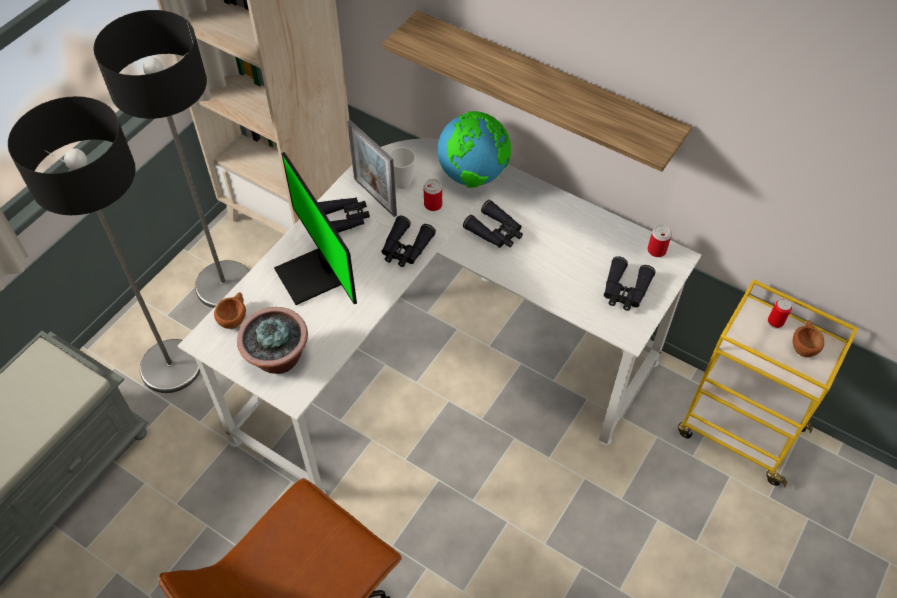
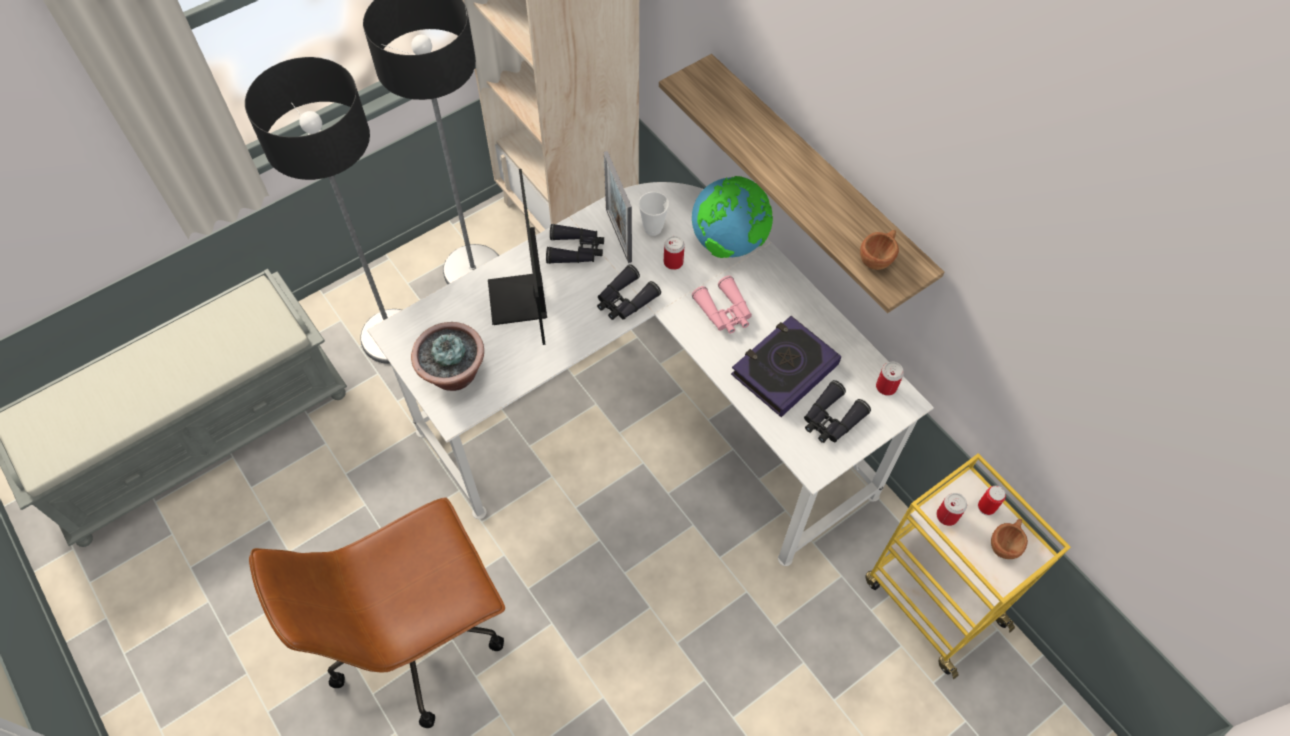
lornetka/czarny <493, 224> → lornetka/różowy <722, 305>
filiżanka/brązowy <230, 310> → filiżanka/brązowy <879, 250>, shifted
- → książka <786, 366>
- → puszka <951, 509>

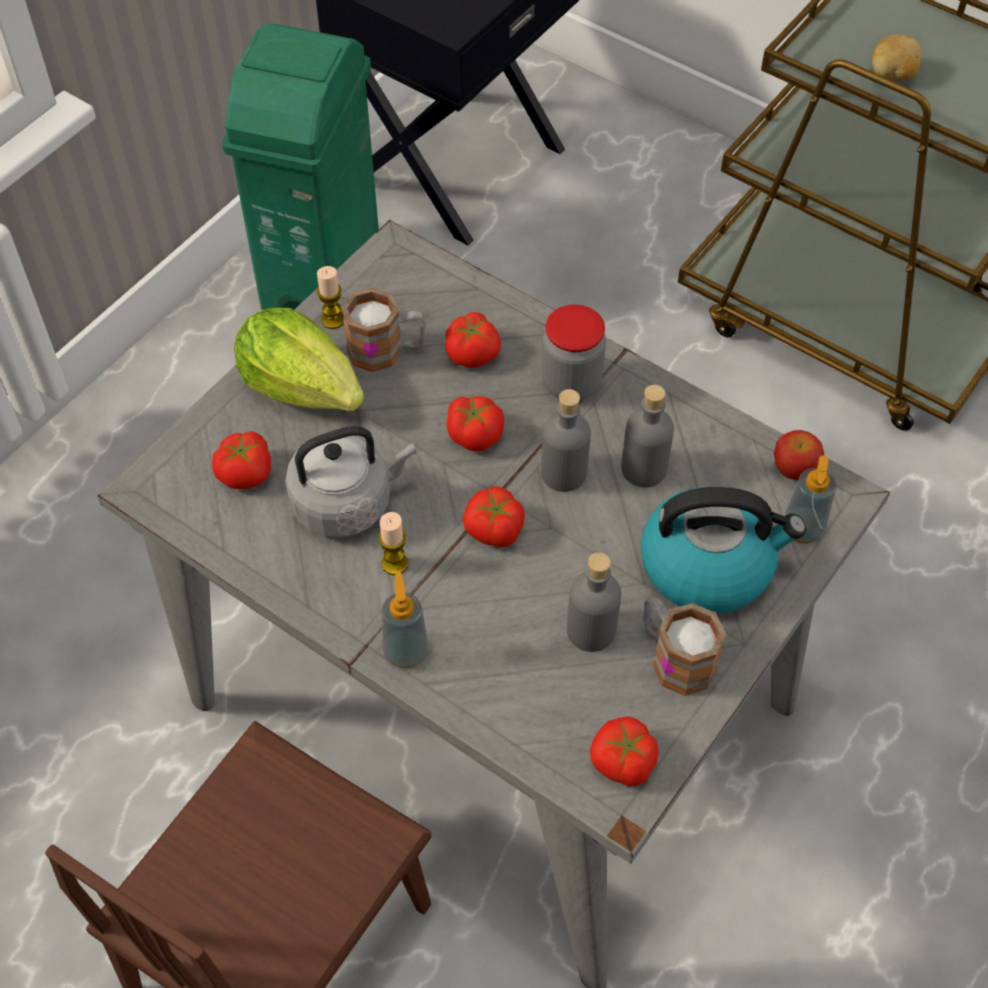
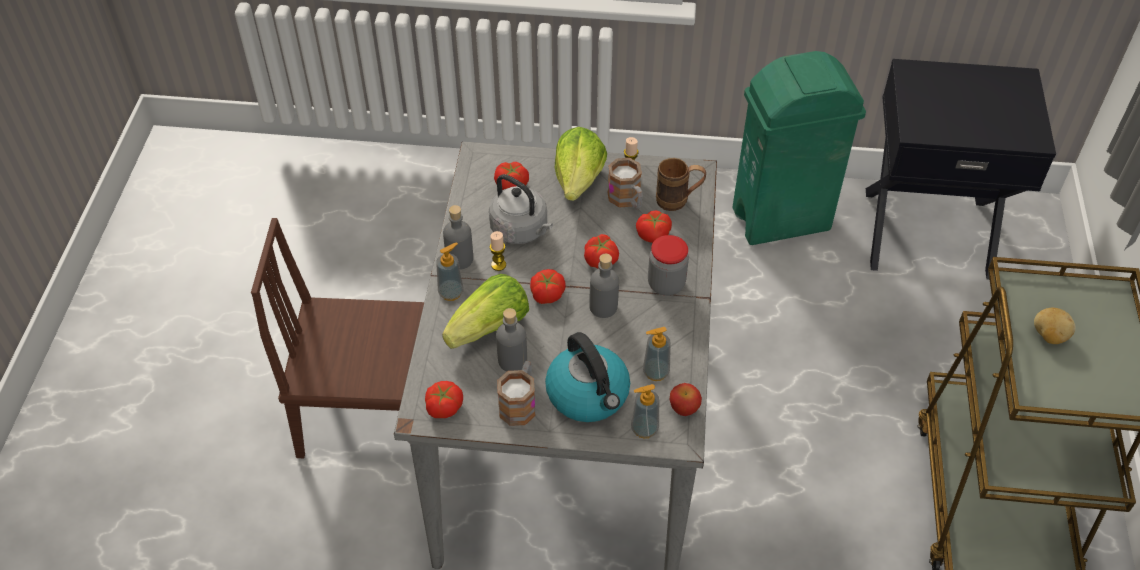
butelka/szary <647, 436> → butelka/szary <458, 237>, shifted
- → kubek/brązowy <681, 184>
- → sałata <485, 311>
- → dozownik mydła <657, 354>

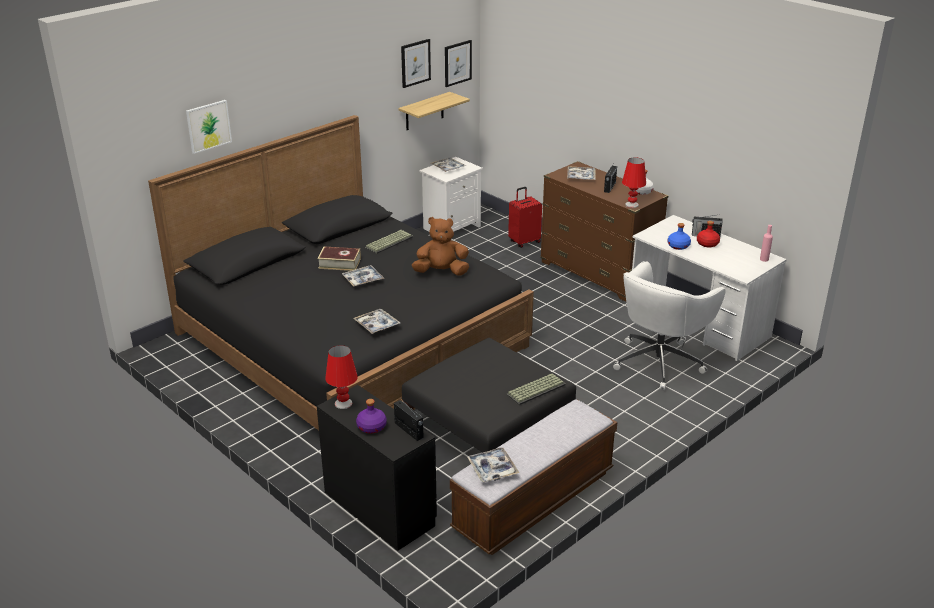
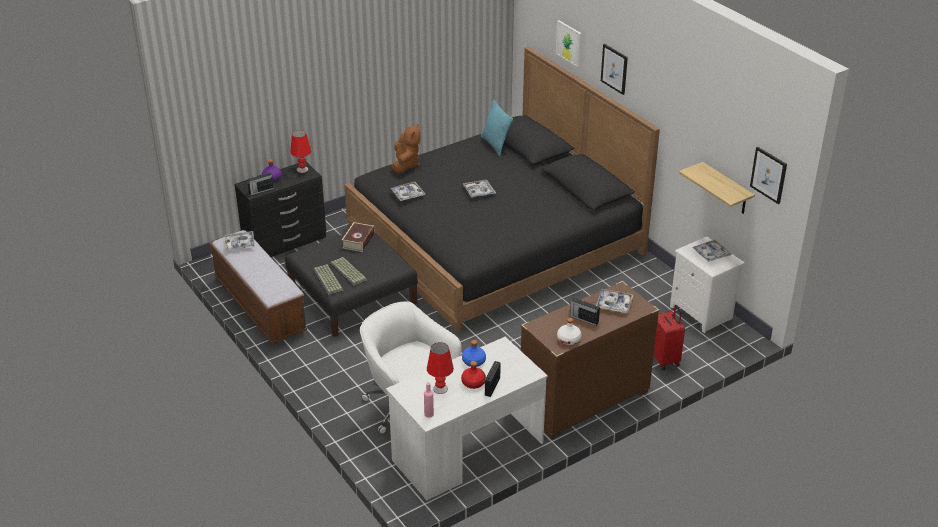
obraz <416, 63> → obraz <614, 69>, shifted
lampa stołowa/czerwony <634, 182> → lampa stołowa/czerwony <440, 368>, shifted
pluszak/brązowy <440, 246> → pluszak/brązowy <406, 148>, shifted
klawiatura <389, 242> → klawiatura <349, 272>, shifted
książka <339, 258> → książka <358, 237>, shifted
- → poduszka/turkusowy <497, 128>

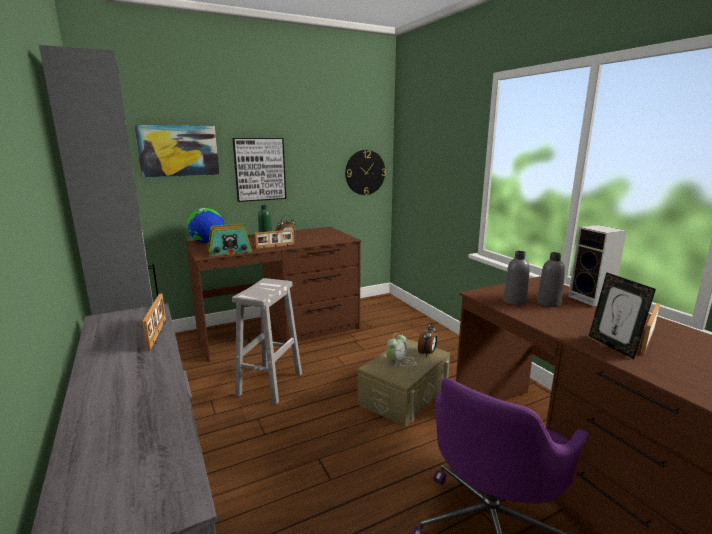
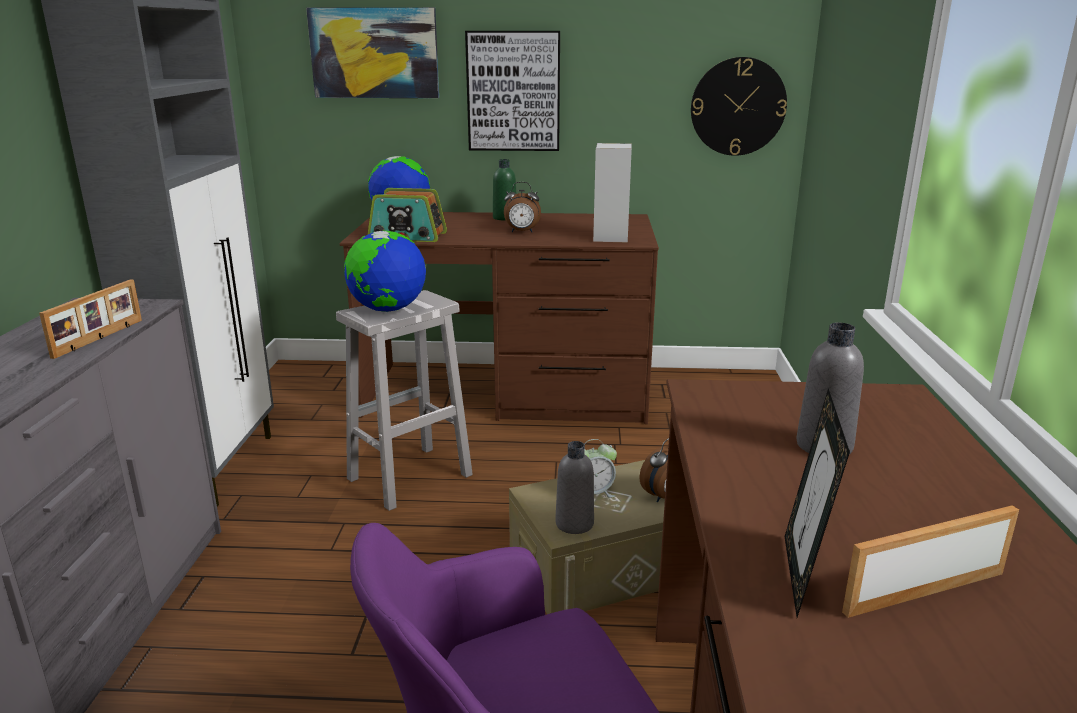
głośnik <597, 266> → głośnik <612, 192>, shifted
ramka na zdjęcie <275, 239> → -
butelka/szary <516, 278> → butelka/szary <574, 487>, shifted
- → globus <385, 271>

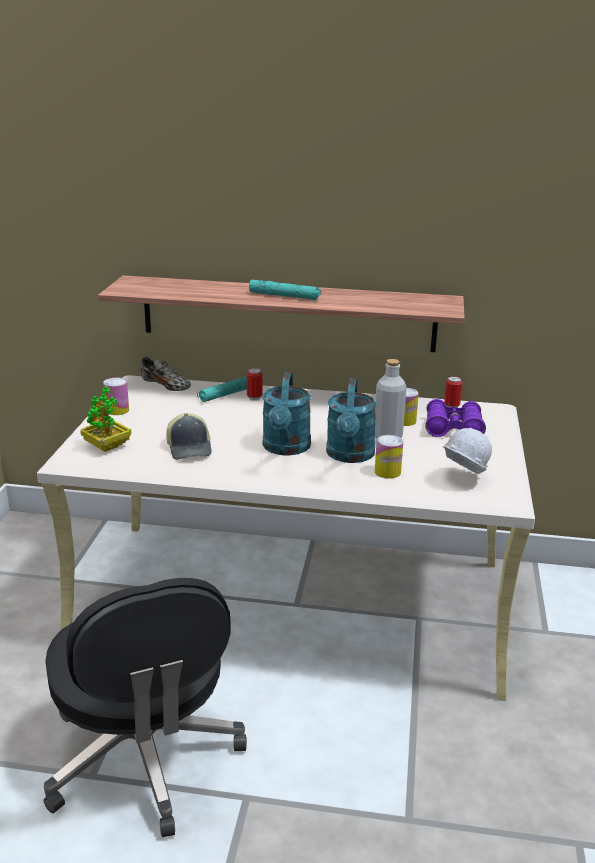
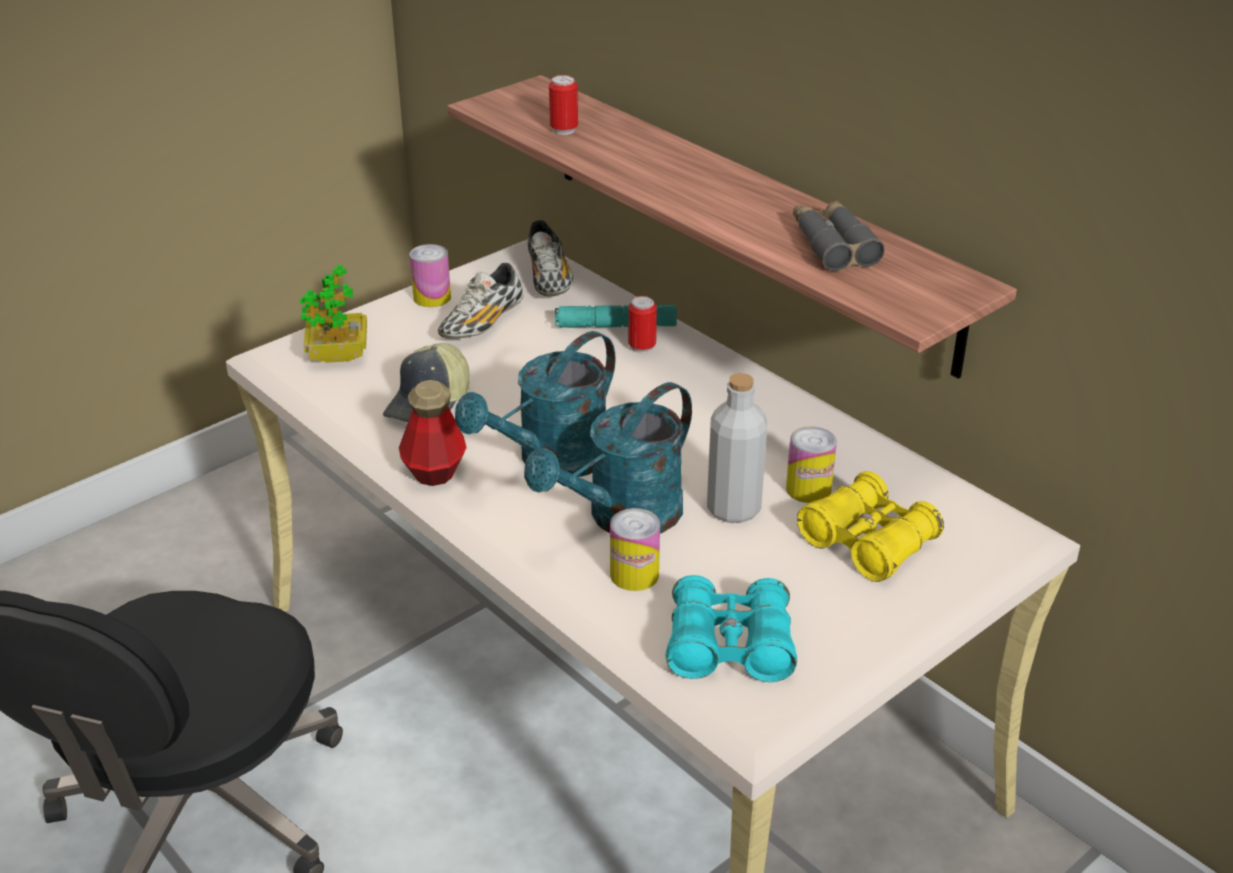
latarka/turkusowy <285, 290> → -
puszka <453, 392> → puszka <563, 105>, shifted
lornetka/fioletowy <455, 418> → lornetka/żółty <870, 526>
kask/biały <467, 451> → lornetka/turkusowy <731, 628>
- → lornetka/szary <839, 236>
- → but <480, 301>
- → butelka <433, 433>

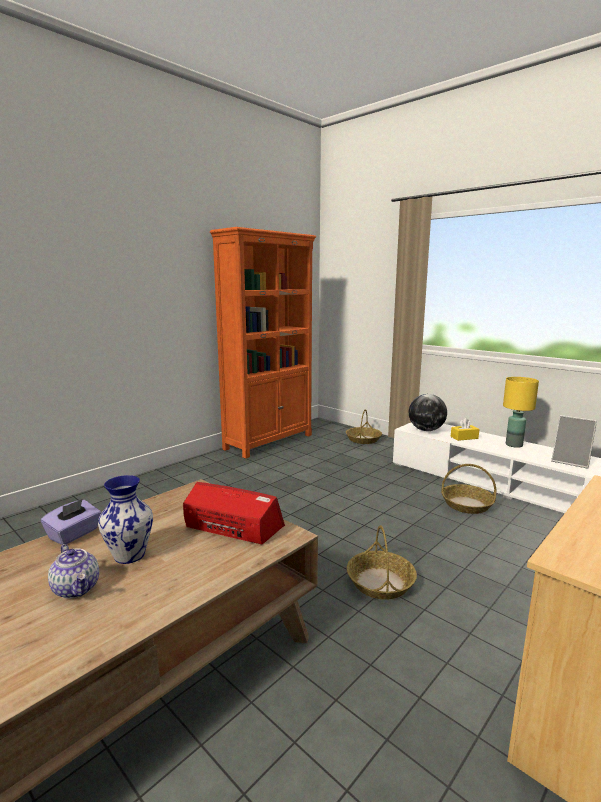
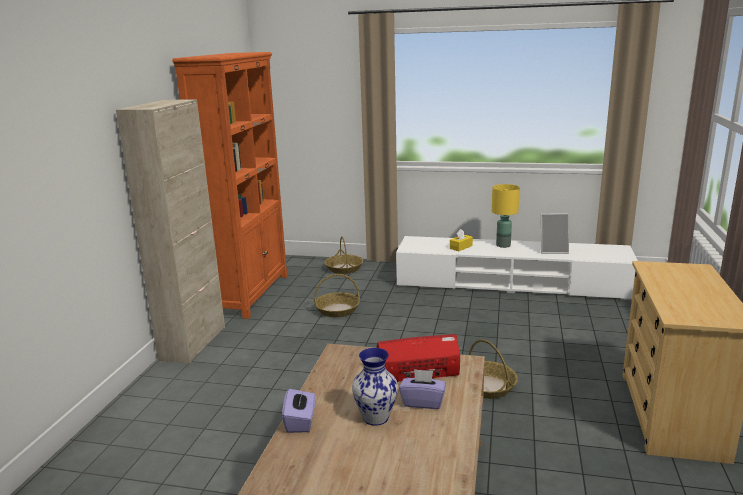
globus <428, 412> → -
koszyk <468, 489> → koszyk <337, 295>, shifted
imbryk <73, 571> → -
- → szafka/beżowy <170, 231>
- → pudełko chusteczek/fioletowy <422, 389>

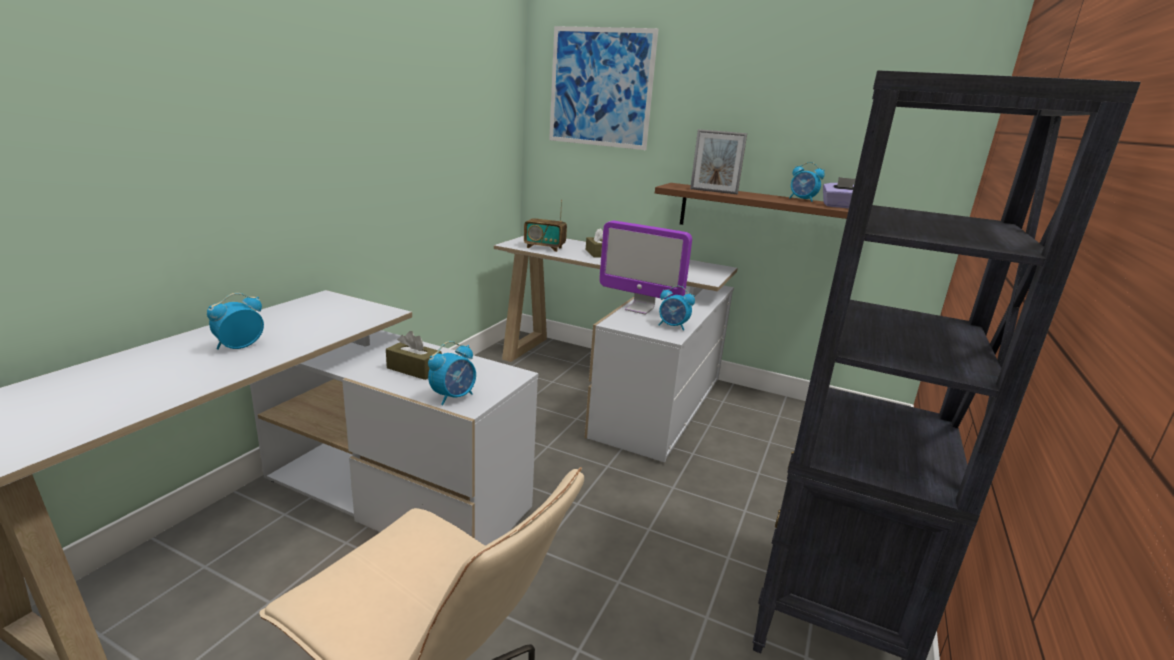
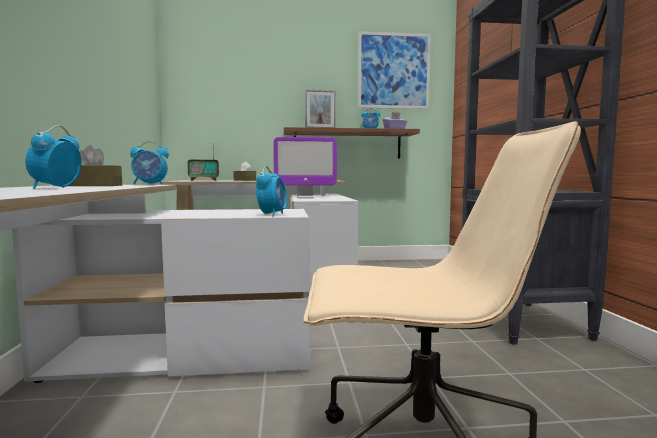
obraz <603, 88> → obraz <394, 70>, shifted
budzik <677, 308> → budzik <149, 163>, shifted
pudełko chusteczek/brązowy <414, 355> → pudełko chusteczek/brązowy <95, 165>, shifted

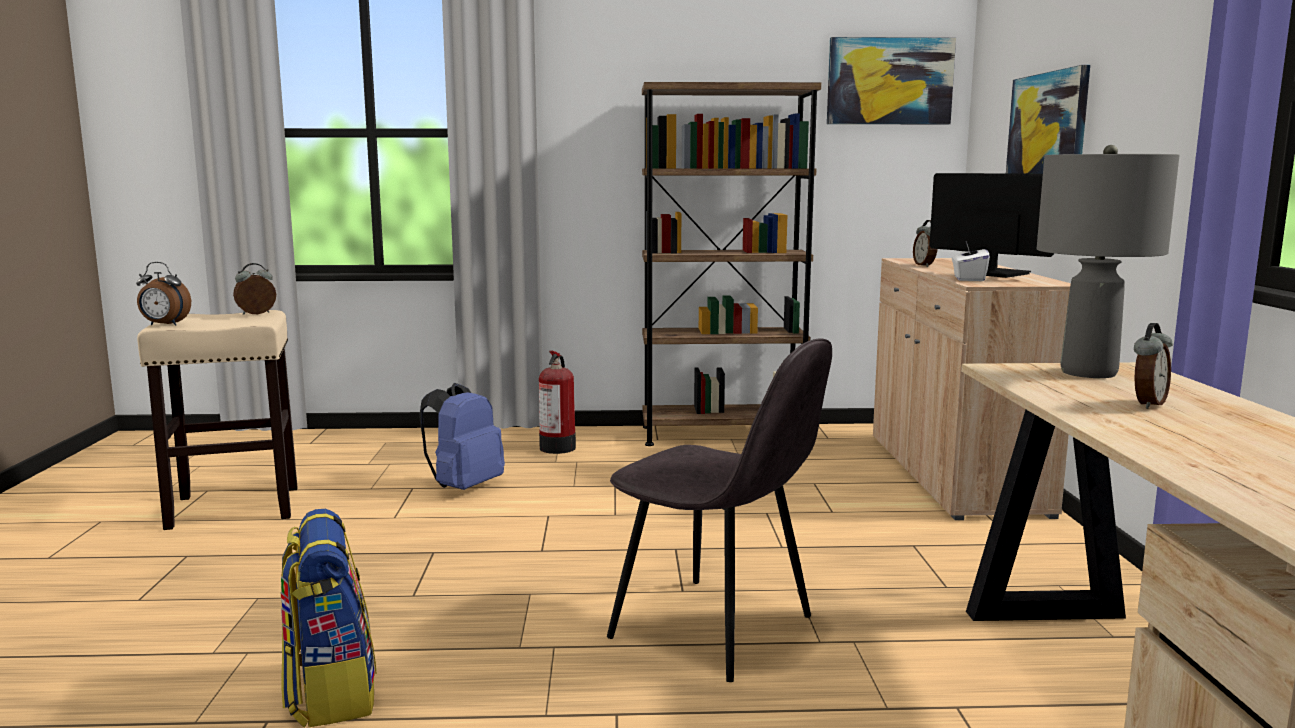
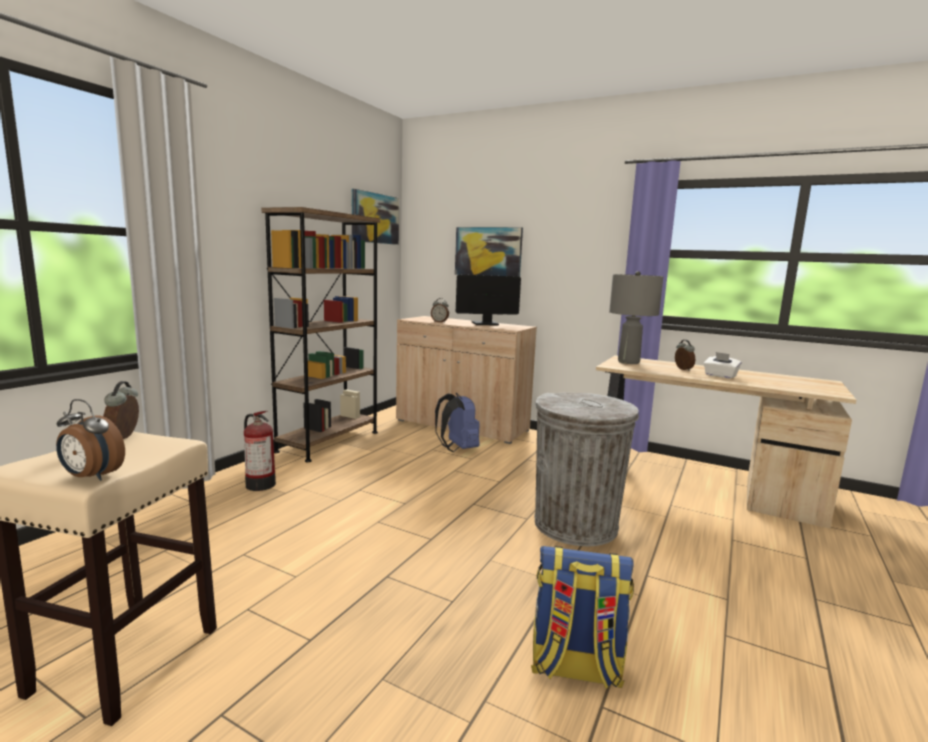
pudełko chusteczek/biały <971, 261> → pudełko chusteczek/biały <723, 365>, shifted
budzik <163, 294> → budzik <90, 440>, 75 degrees clockwise
krzesło/szary <719, 510> → kosz na śmieci/szary <586, 469>
plecak/niebieski <462, 436> → plecak/niebieski <457, 422>, shifted

